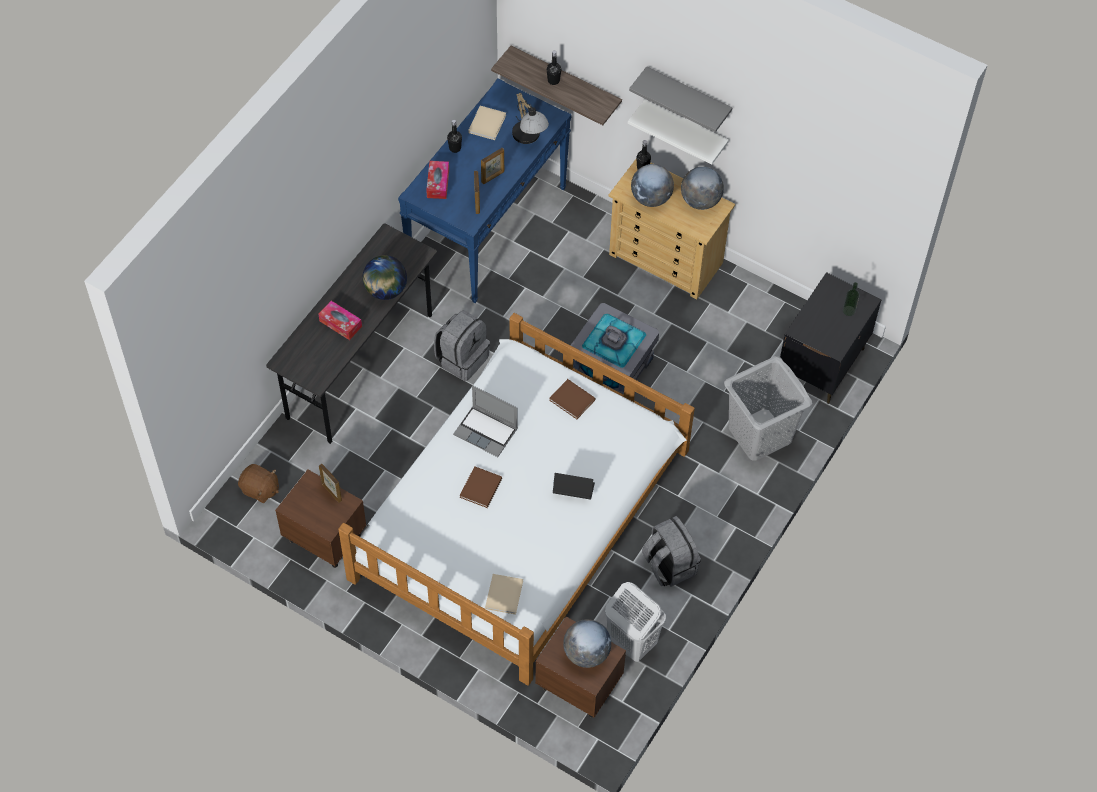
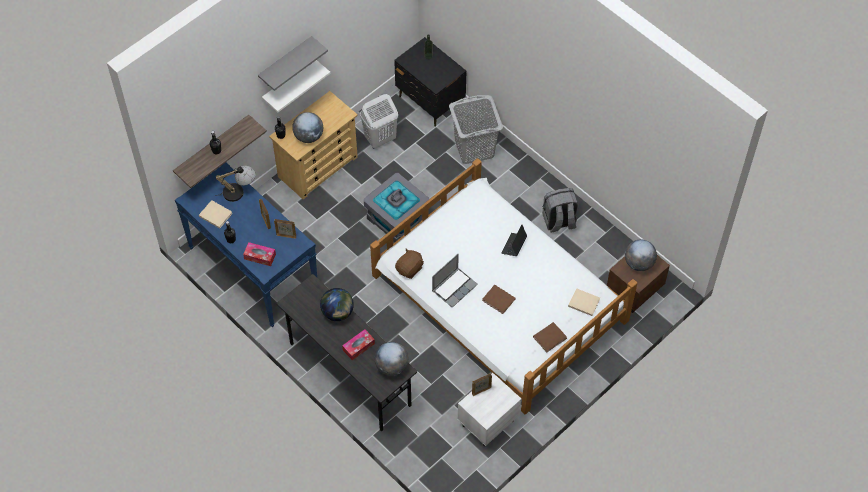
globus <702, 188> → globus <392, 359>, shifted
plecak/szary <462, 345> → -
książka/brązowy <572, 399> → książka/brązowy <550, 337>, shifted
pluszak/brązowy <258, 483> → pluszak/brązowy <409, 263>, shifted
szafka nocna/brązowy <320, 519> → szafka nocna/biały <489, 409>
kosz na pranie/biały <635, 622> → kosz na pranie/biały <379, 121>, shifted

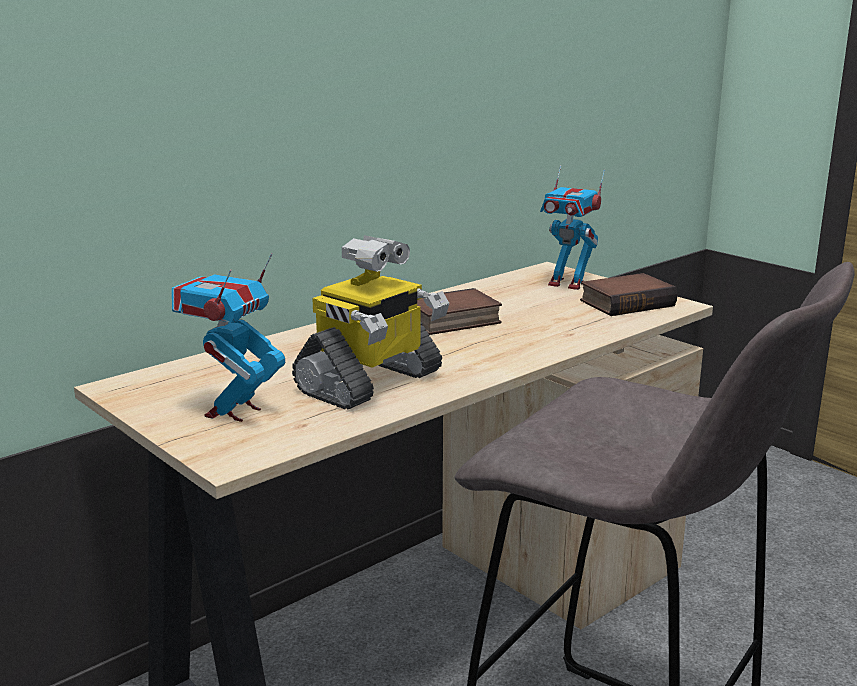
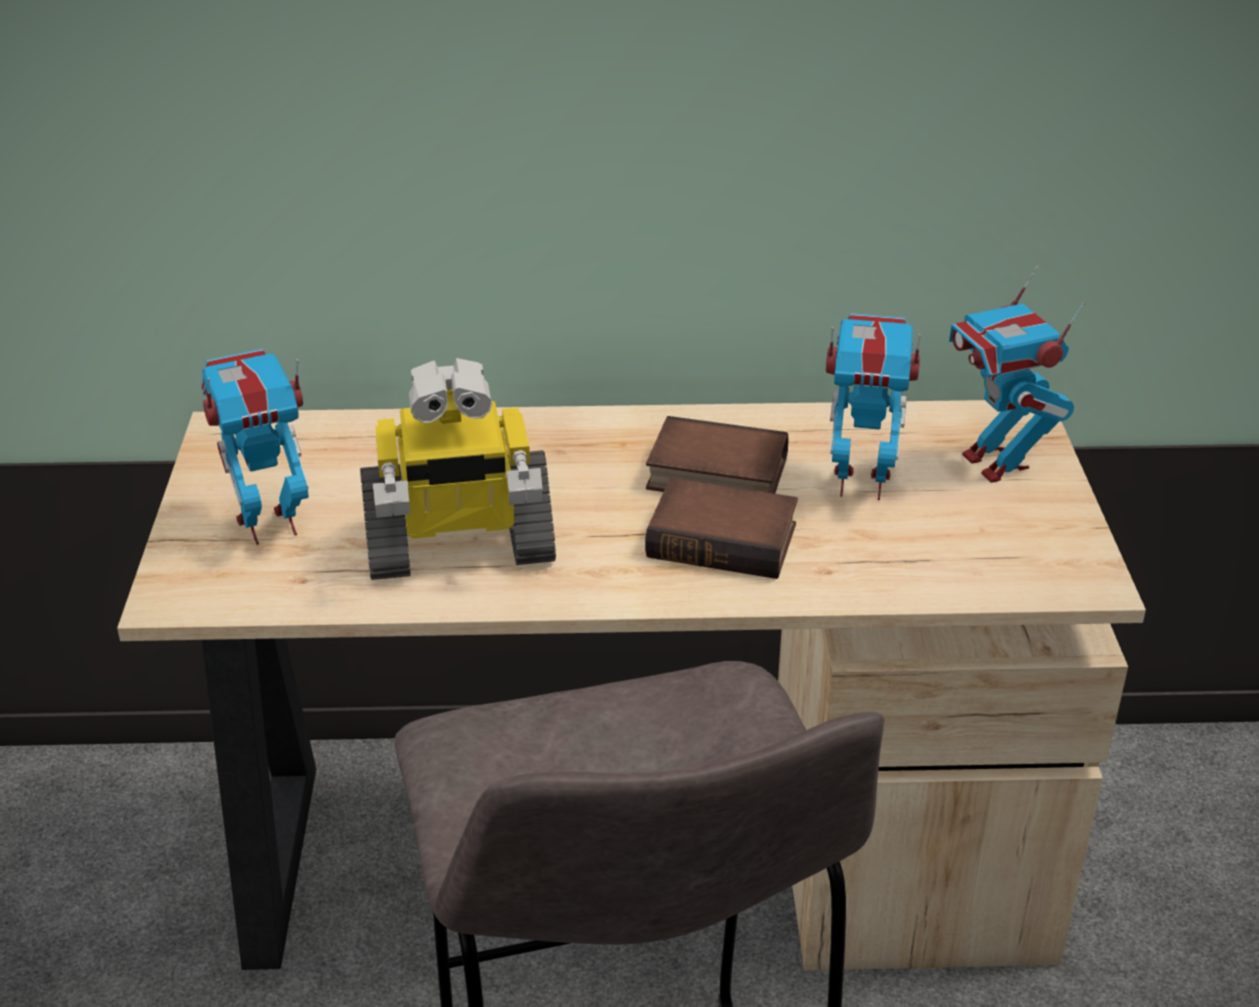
książka <628, 294> → książka <721, 528>, shifted
- → robot zabawkowy <873, 406>

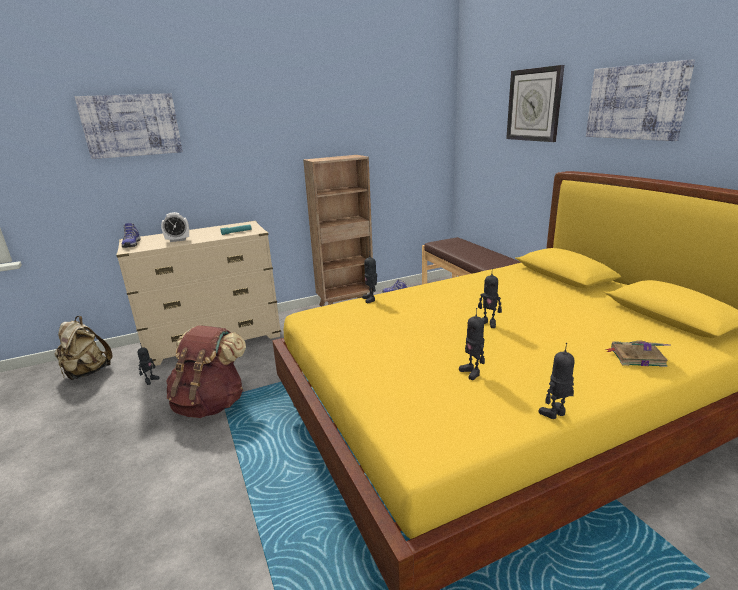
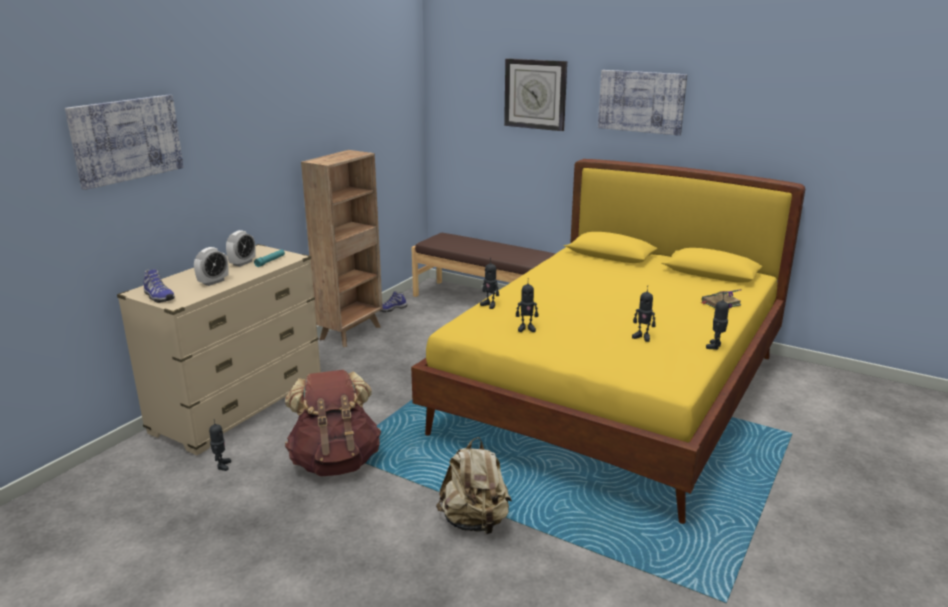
robot zabawkowy <490, 298> → robot zabawkowy <527, 305>, shifted
plecak/beżowy <83, 348> → plecak/beżowy <474, 485>, shifted
- → budzik <241, 248>

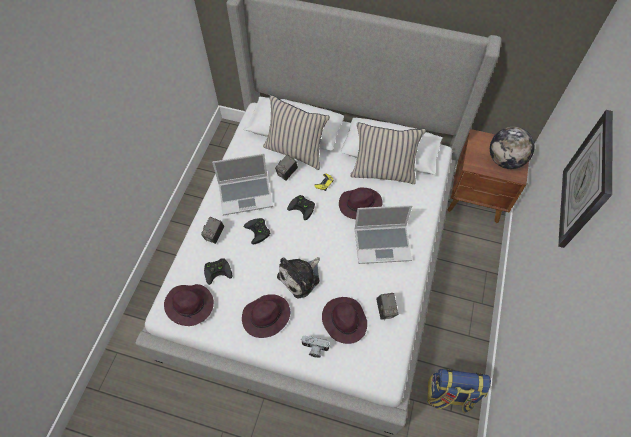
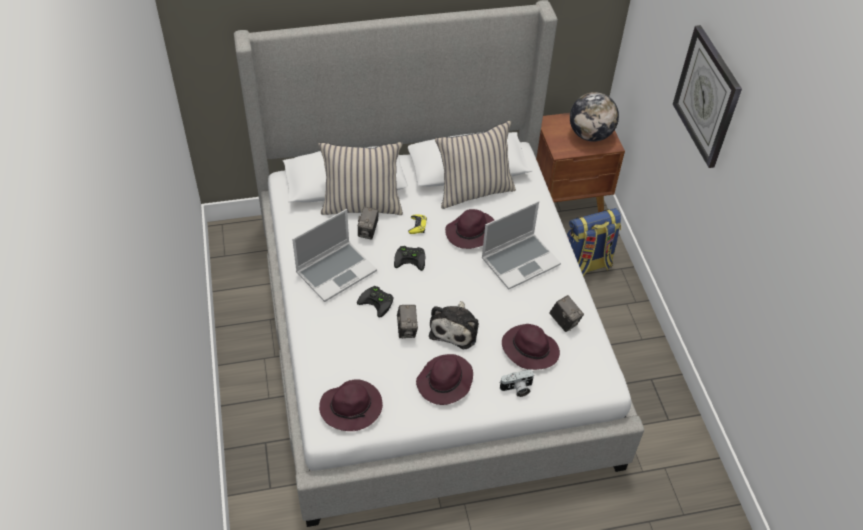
aparat fotograficzny <212, 230> → aparat fotograficzny <407, 322>, shifted
pad do gier/czarny <218, 271> → -
plecak <459, 391> → plecak <594, 242>, shifted

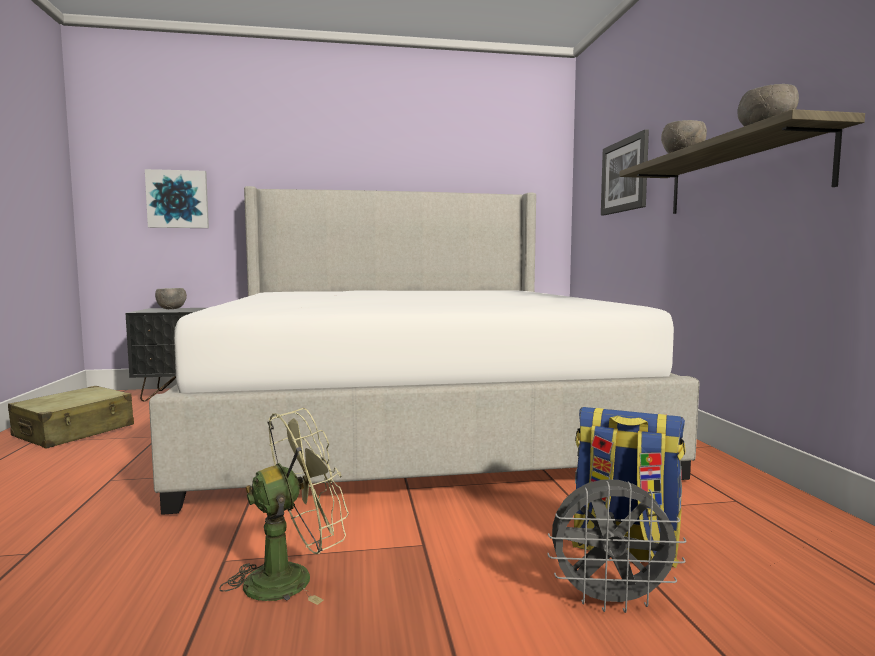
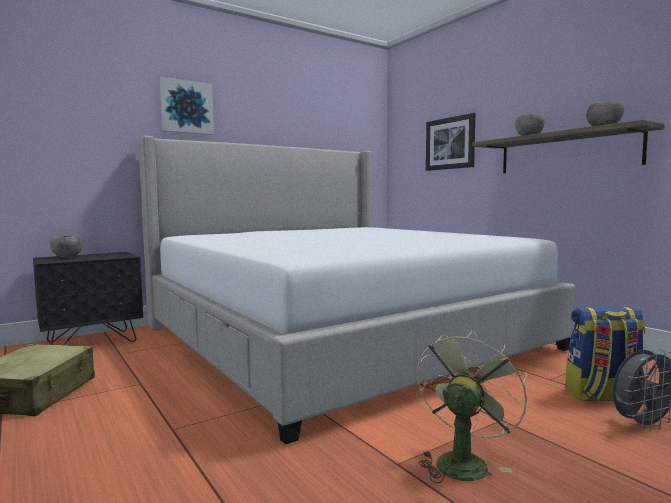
obraz <177, 198> → obraz <187, 106>, shifted

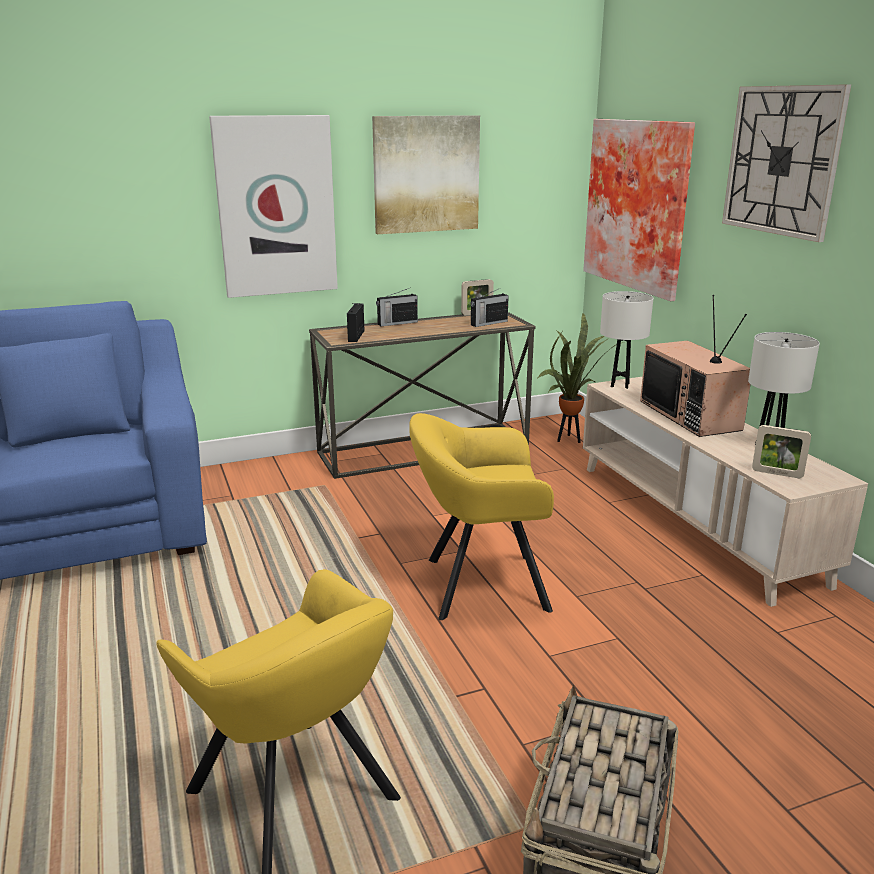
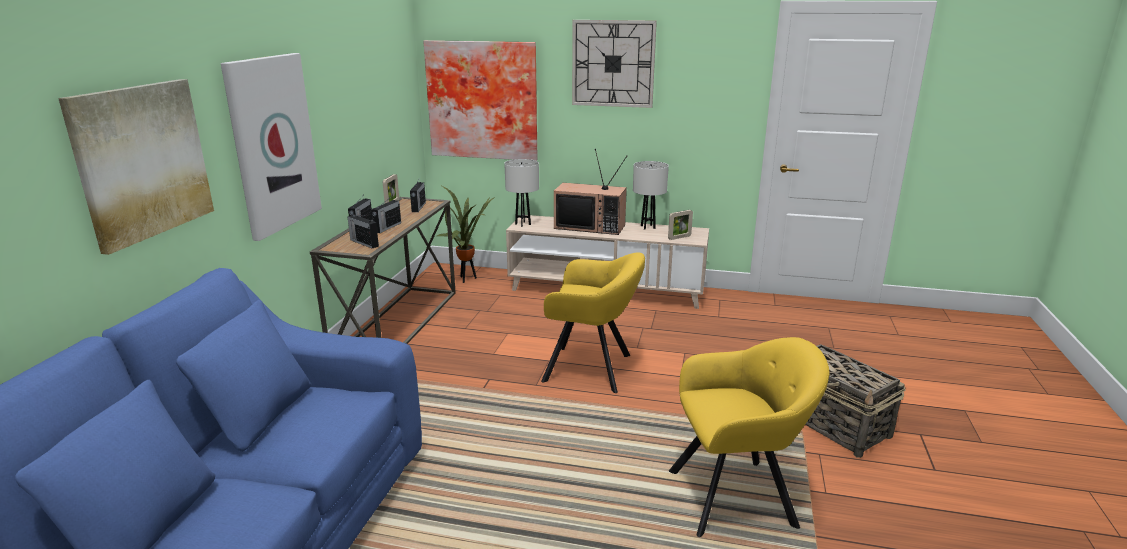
obraz <426, 174> → obraz <136, 167>, shifted
fotel/żółty <481, 516> → fotel/żółty <593, 322>, 105 degrees counterclockwise
- → radio <386, 214>

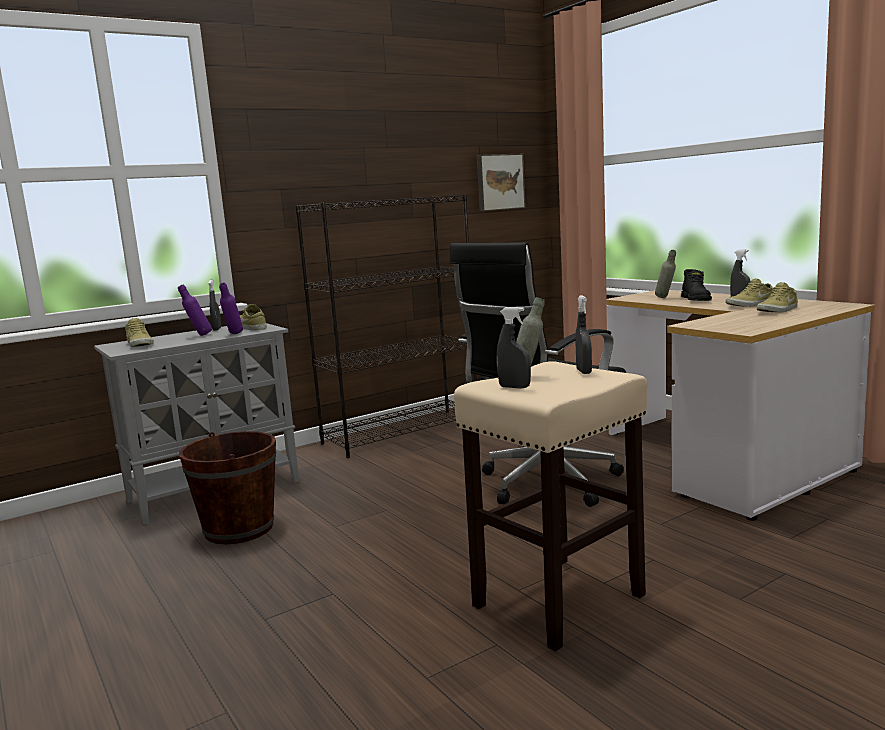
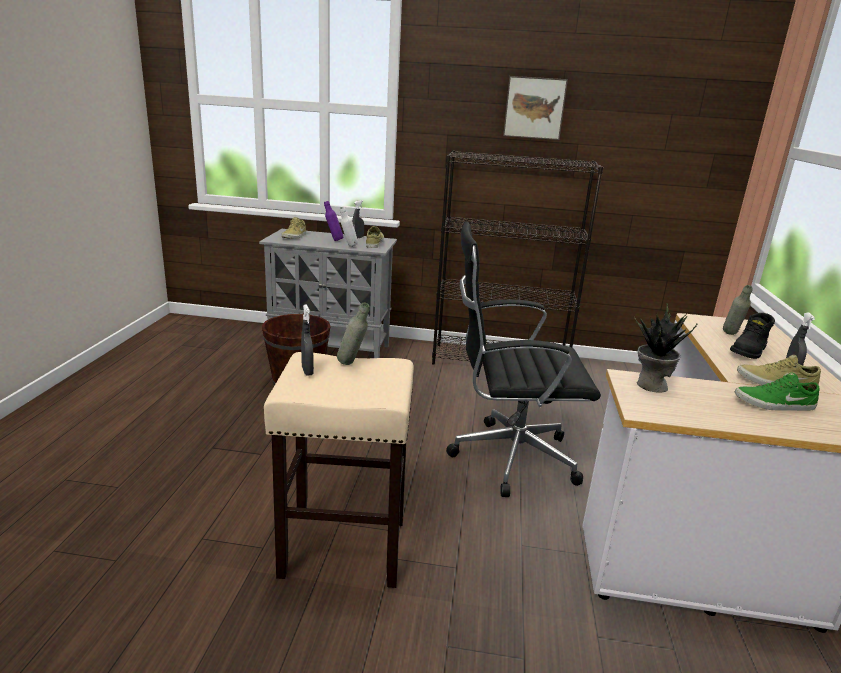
obraz <501, 182> → obraz <535, 108>, shifted
but/beżowy <777, 297> → but/zielony <777, 391>
butelka/fioletowy <231, 308> → butelka/biały <349, 227>
spryskiwacz/szary <584, 334> → -
- → roślina doniczkowa <665, 348>

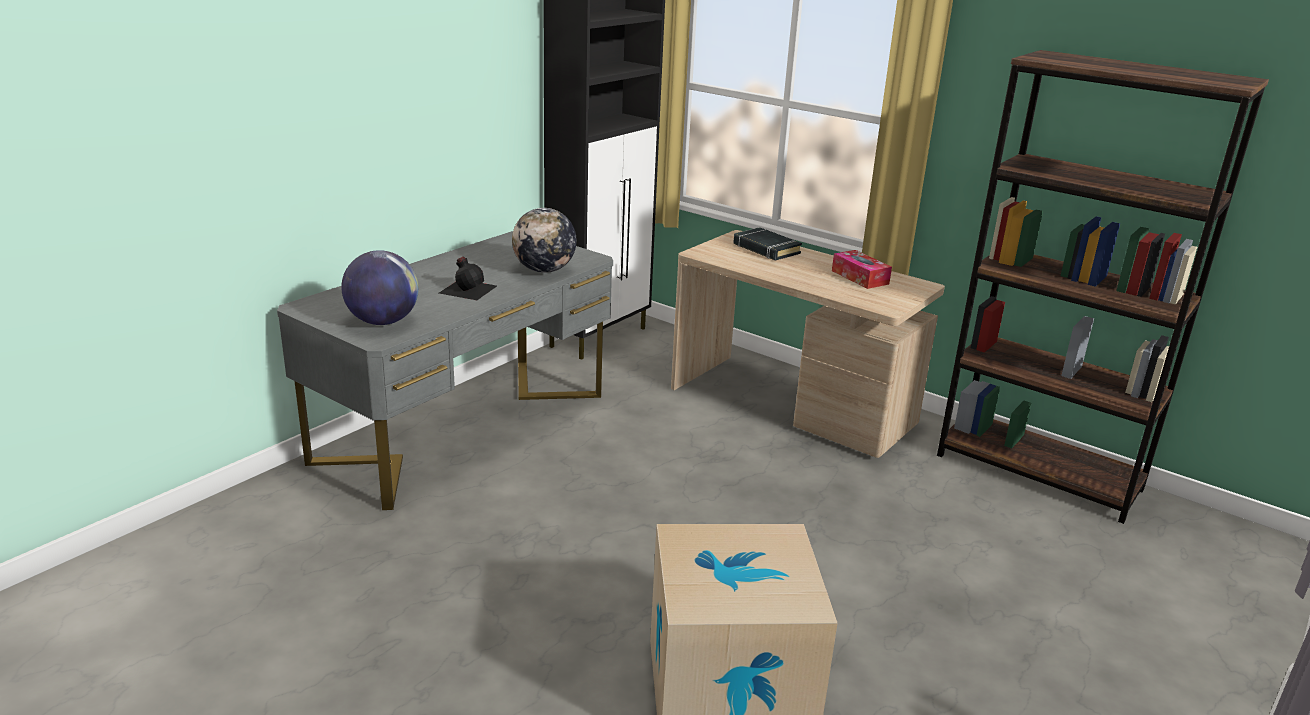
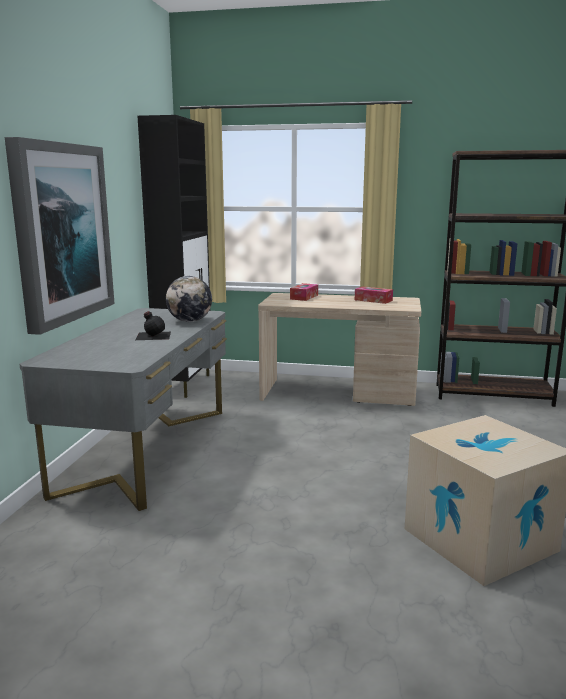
książka/czarny <767, 243> → pudełko chusteczek <304, 292>
globus <380, 287> → -
- → obraz <60, 236>

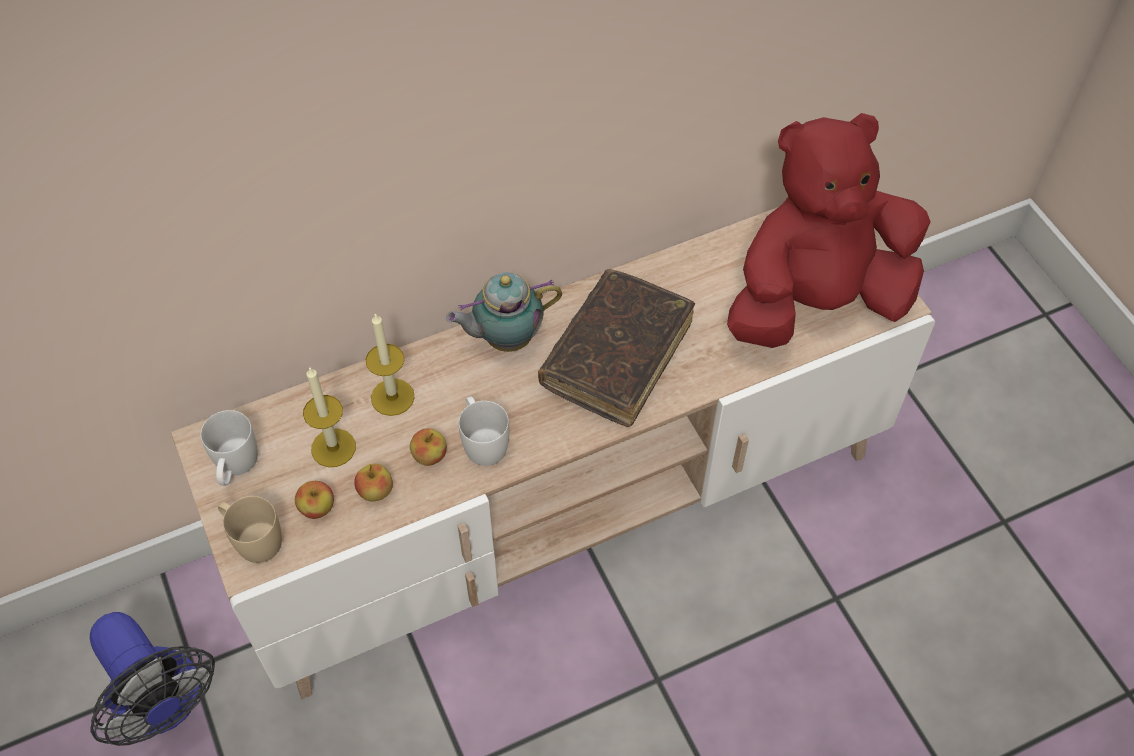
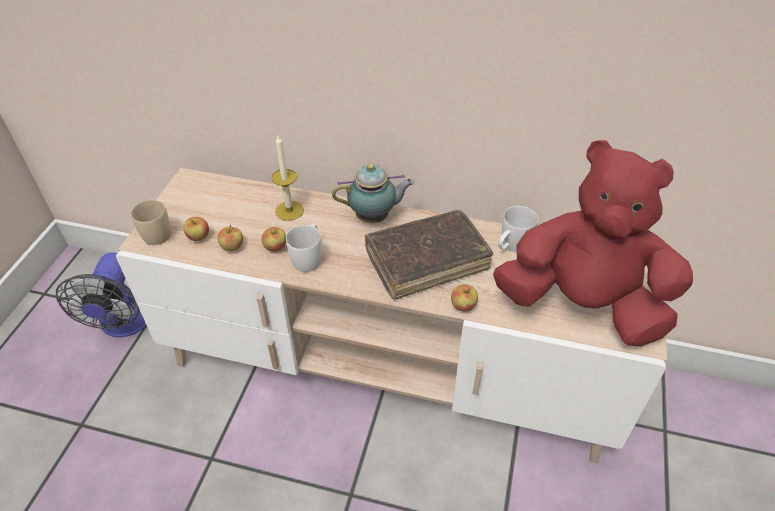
imbryk <504, 312> → imbryk <373, 193>, 150 degrees clockwise
świeca <329, 416> → -
kubek/biały <229, 448> → kubek/biały <518, 229>, shifted
- → jabłko <464, 298>

